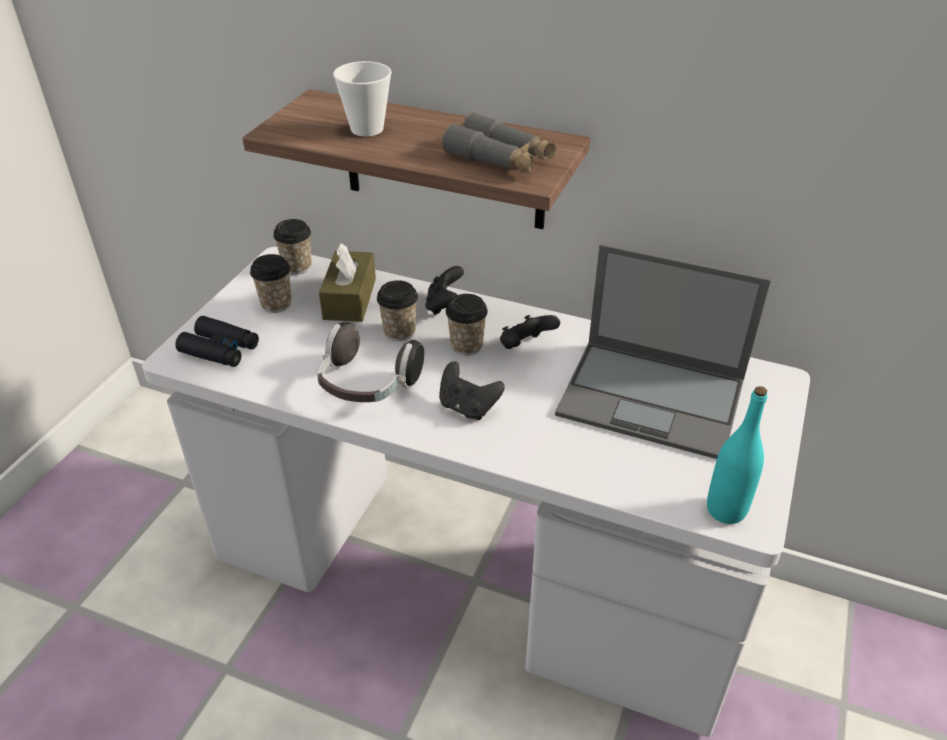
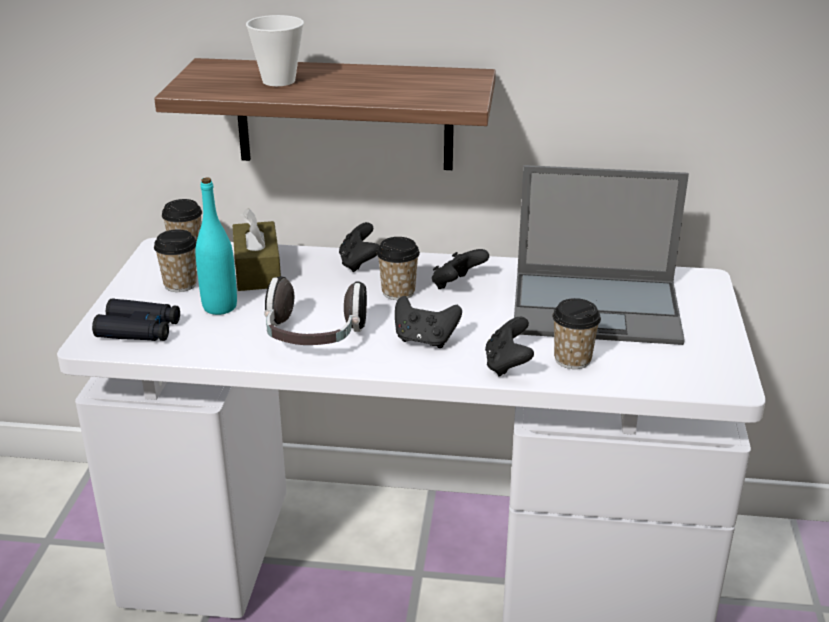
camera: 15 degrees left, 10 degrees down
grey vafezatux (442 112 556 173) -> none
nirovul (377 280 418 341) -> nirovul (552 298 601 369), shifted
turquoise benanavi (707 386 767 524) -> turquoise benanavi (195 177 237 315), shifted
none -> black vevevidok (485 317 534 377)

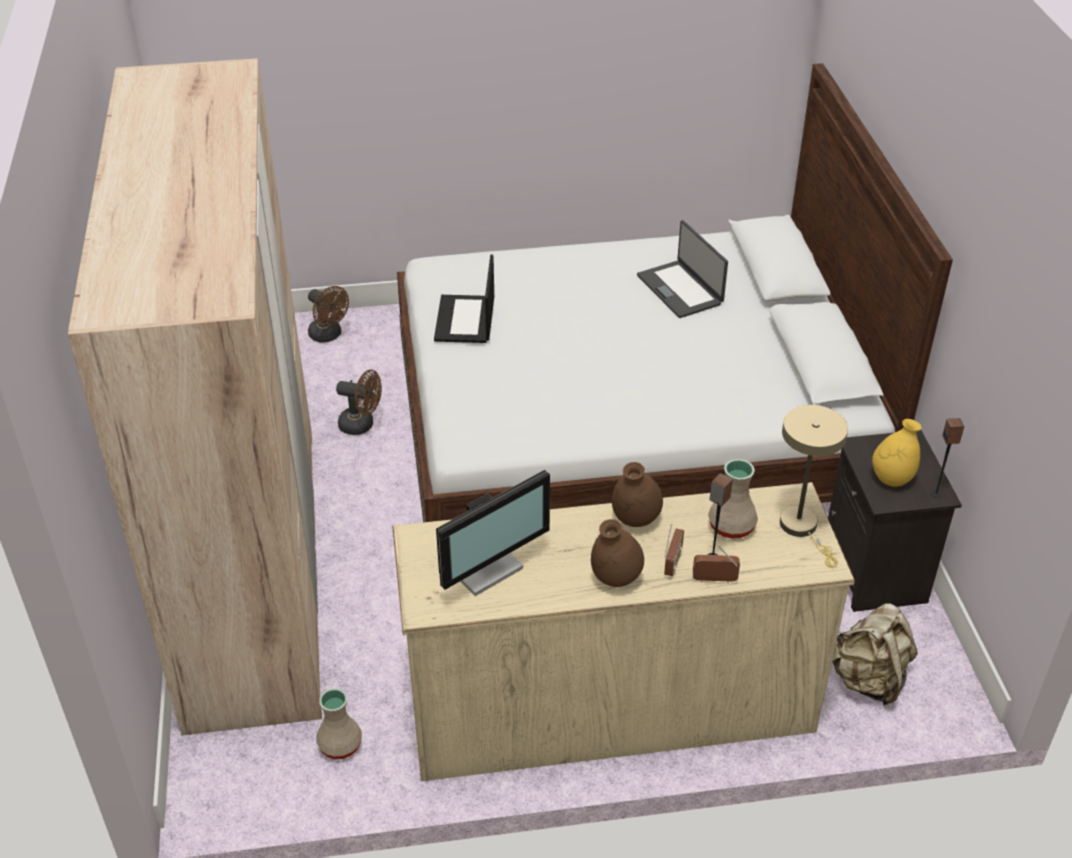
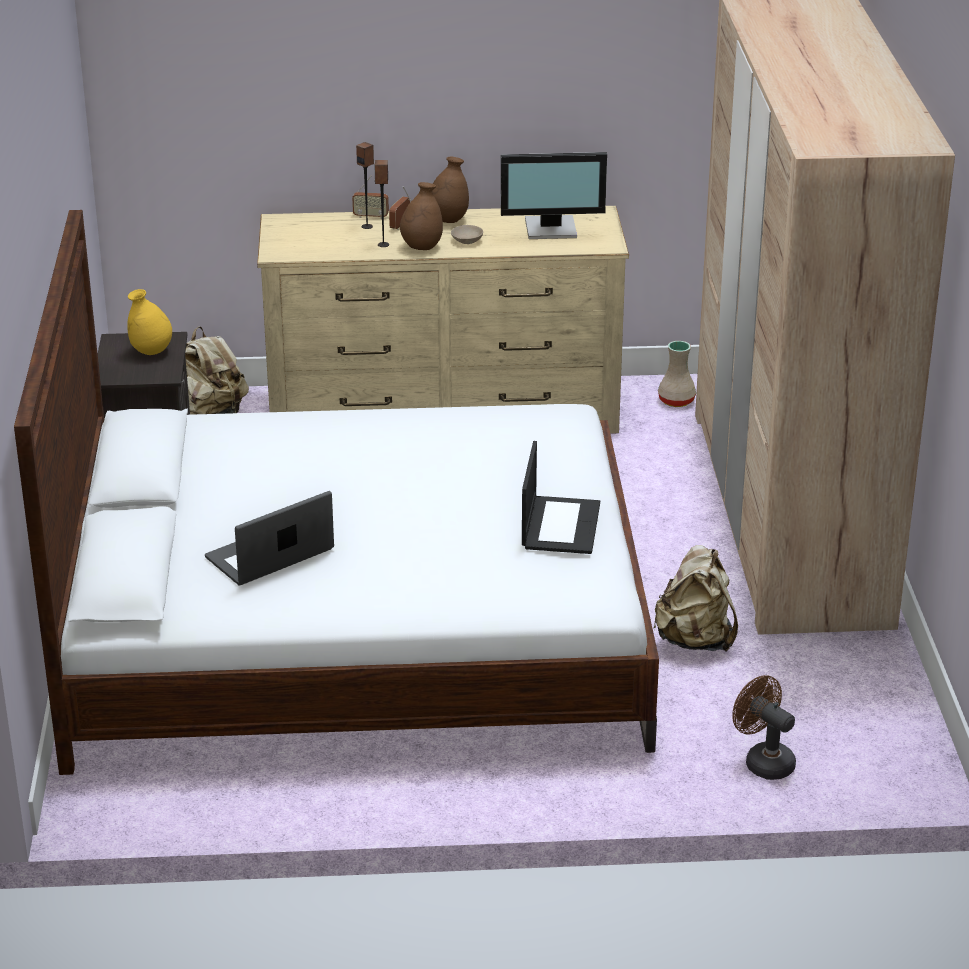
camera: 175 degrees left, 10 degrees down
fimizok (637 220 728 318) -> fimizok (205 491 334 586), 105 degrees counterclockwise
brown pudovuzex (336 370 382 435) -> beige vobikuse (653 545 738 651)
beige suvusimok (780 405 848 568) -> none
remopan (930 418 965 498) -> remopan (374 160 389 247), shifted
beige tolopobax (708 459 758 539) -> none
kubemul (436 470 550 596) -> kubemul (501 152 607 239), 150 degrees counterclockwise
none -> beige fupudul (451 225 483 244)

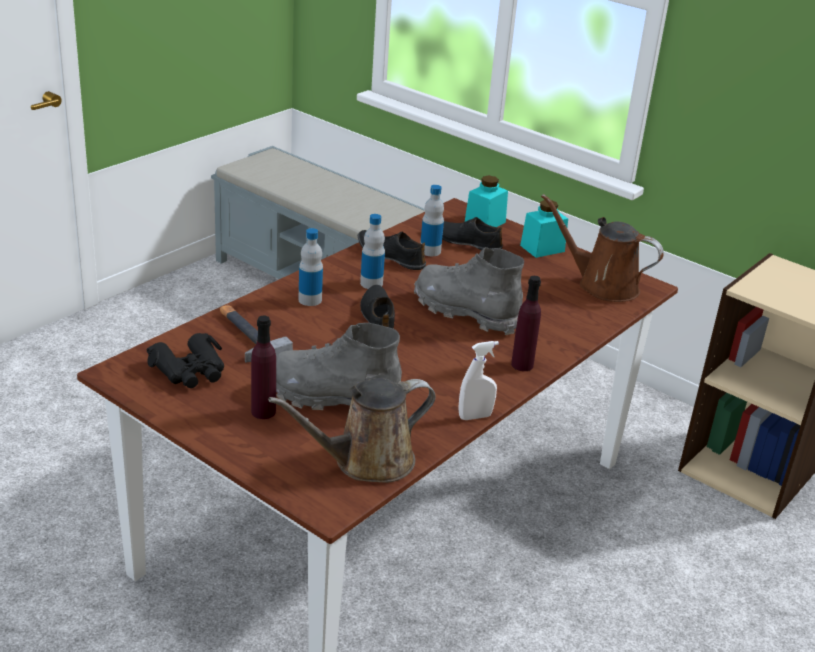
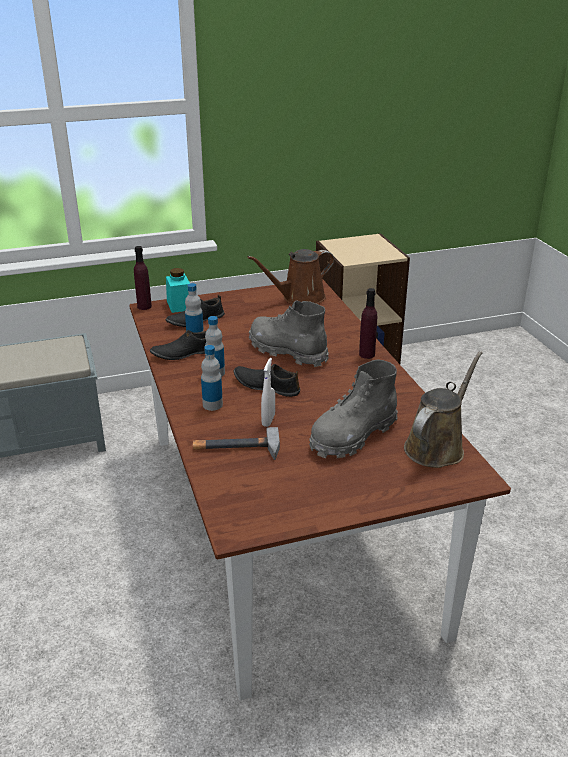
camera: 55 degrees left, 0 degrees up
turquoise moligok (520 200 568 258) -> none
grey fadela (414 247 524 335) -> grey fadela (249 300 329 367), 60 degrees clockwise
purple benanavi (251 316 276 419) -> purple benanavi (134 246 152 310), shifted
black vafezatux (147 333 224 388) -> none
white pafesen (458 341 499 420) -> white pafesen (261 358 275 427), shifted
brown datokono (268 378 436 483) -> brown datokono (404 351 482 468), 150 degrees counterclockwise

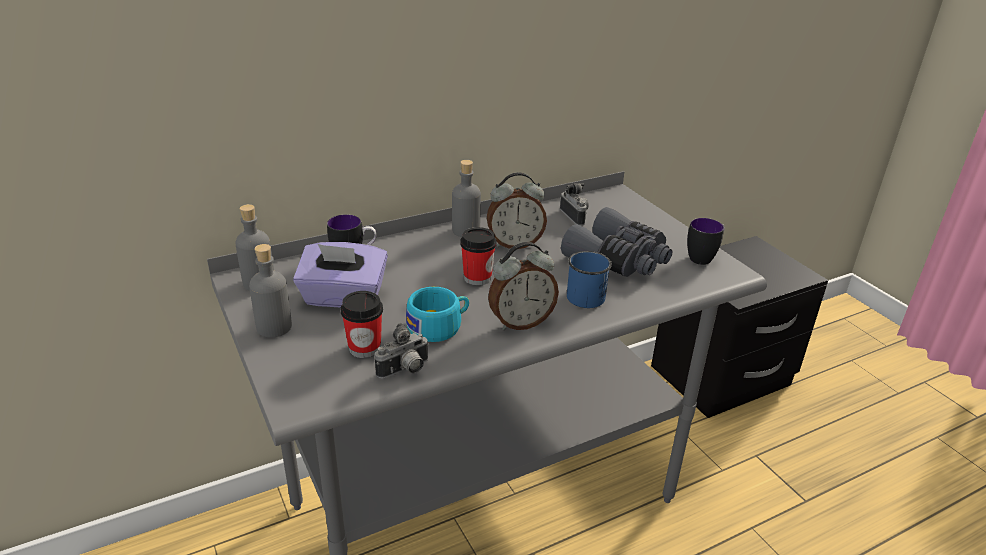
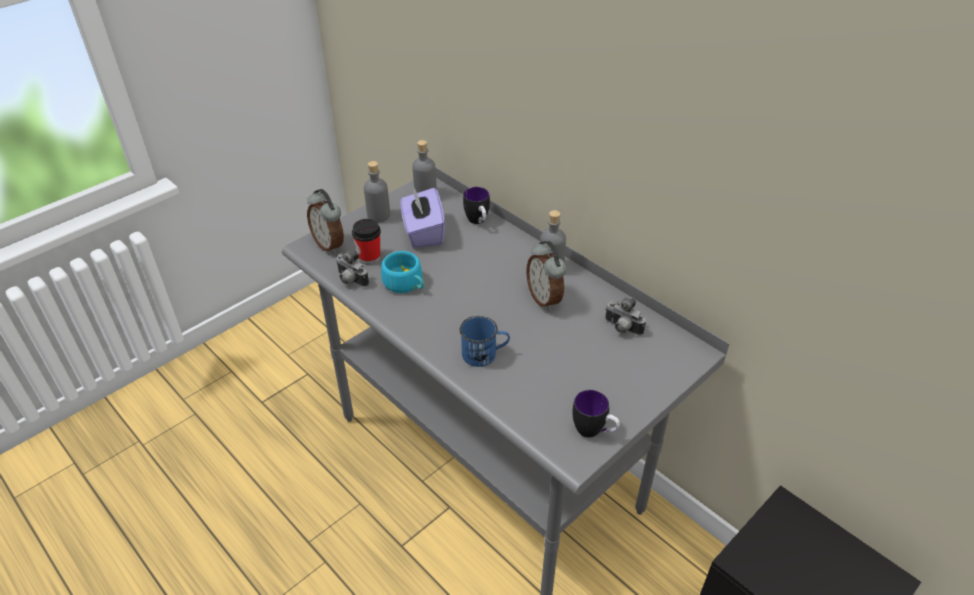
camera: 75 degrees right, 10 degrees up
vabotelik (560 183 589 226) -> vabotelik (605 298 646 336), 75 degrees clockwise
grey vafezatux (561 207 673 277) -> none
nirovul (460 227 497 286) -> none
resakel (488 242 559 330) -> resakel (307 189 344 254), shifted

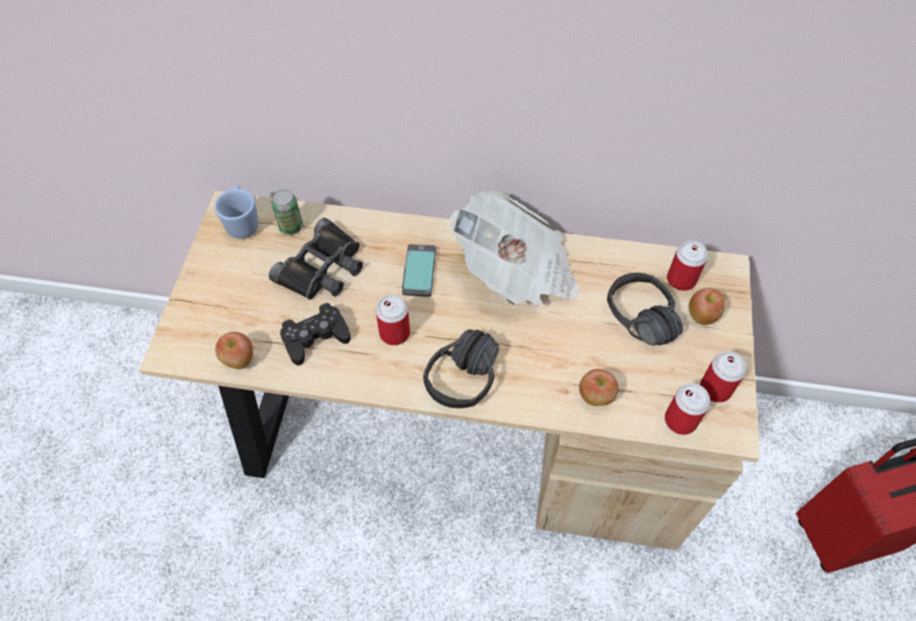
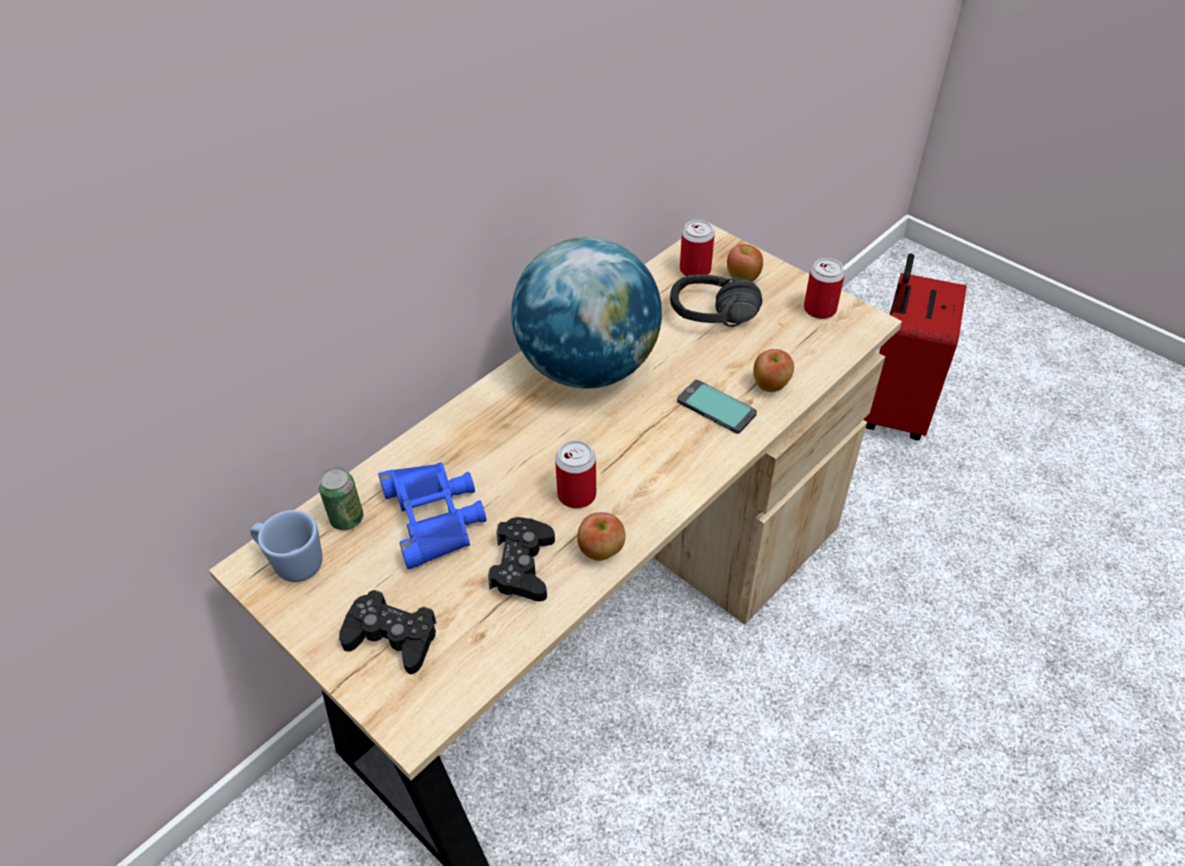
camera: 55 degrees left, 10 degrees down
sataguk (450 191 580 306) -> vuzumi (511 237 662 389)
black vafezatux (269 218 363 300) -> blue vafezatux (378 462 486 569)
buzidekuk (402 244 436 297) -> buzidekuk (677 380 757 434), shifted
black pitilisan (423 329 499 408) -> none
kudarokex (215 332 253 369) -> kudarokex (577 512 625 561), shifted
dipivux (665 383 710 435) -> none
none -> black vevevidok (339 590 437 674)

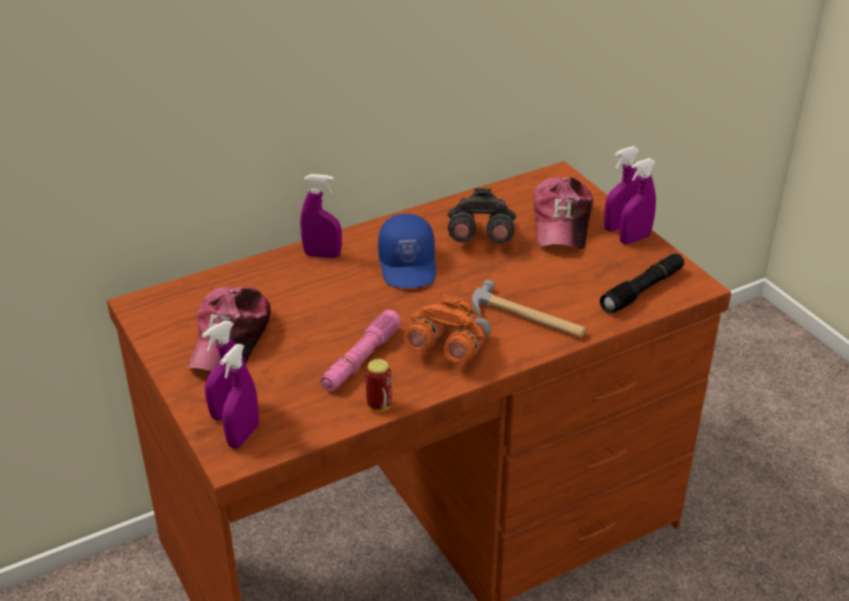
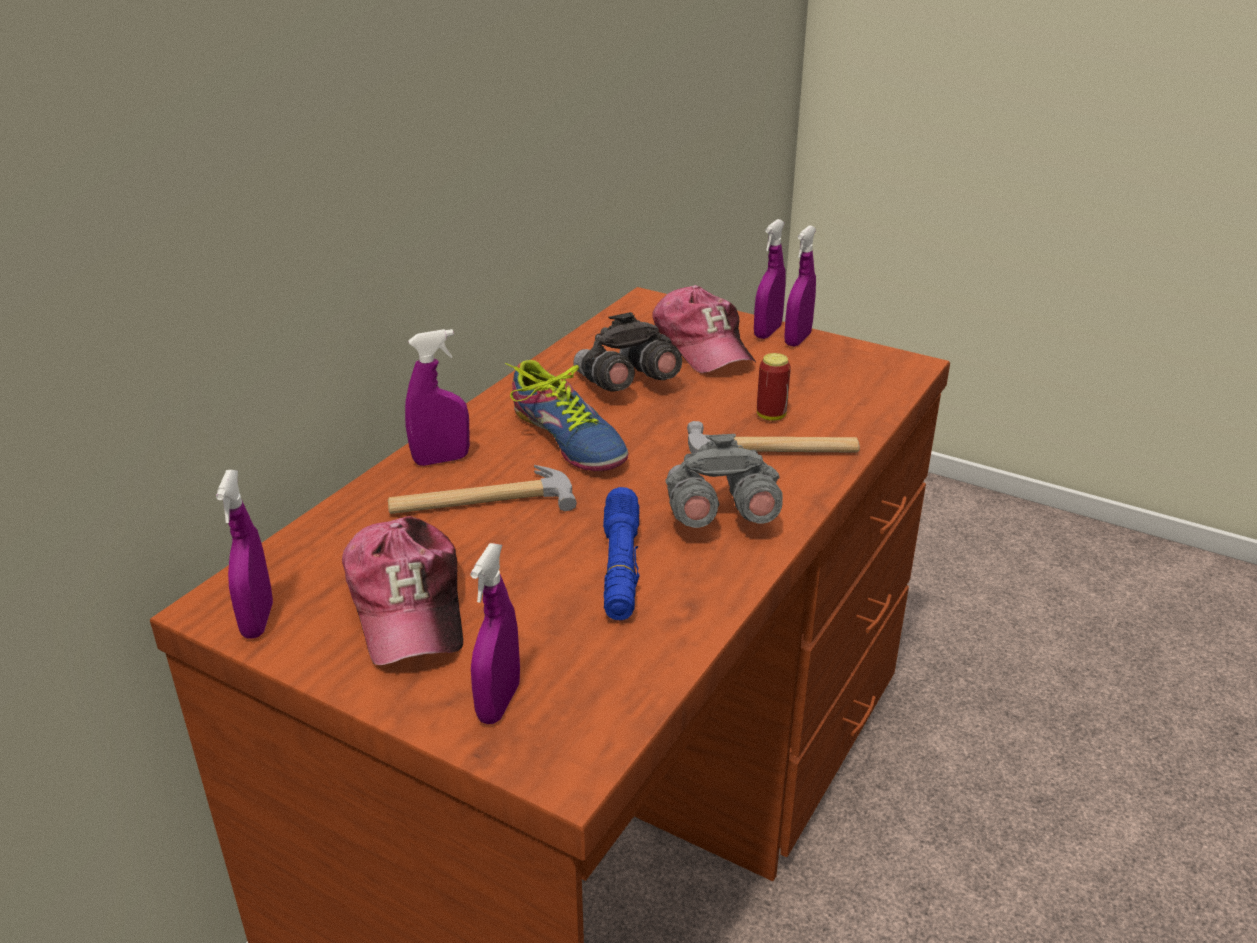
camera: 30 degrees left, 5 degrees down
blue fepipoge (378 214 436 288) -> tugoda (505 360 628 471)
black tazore (600 253 684 314) -> none
orange vafezatux (404 294 491 364) -> grey vafezatux (666 434 783 528)
pink tazore (320 310 401 391) -> blue tazore (603 487 640 620)
purple pafesen (220 344 259 448) -> purple pafesen (216 470 273 639), shifted
dipivux (365 359 392 412) -> dipivux (757 353 791 421), shifted
none -> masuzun (388 465 577 514)

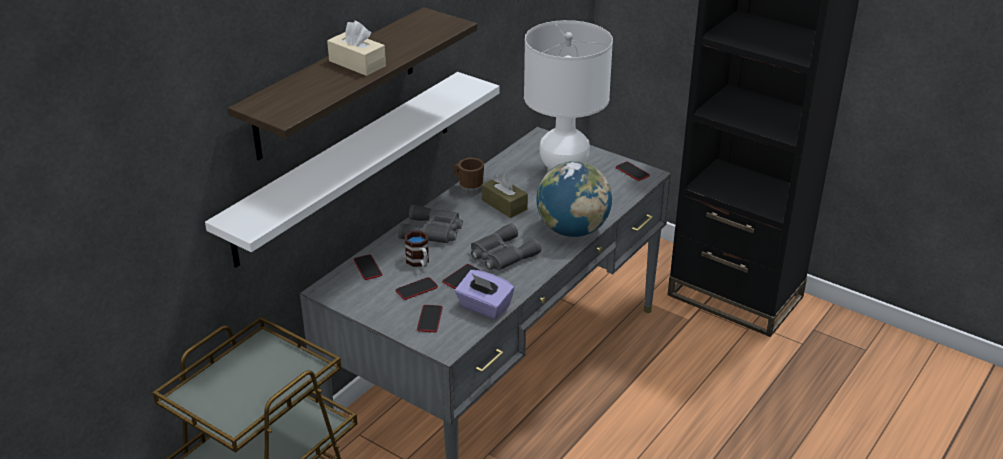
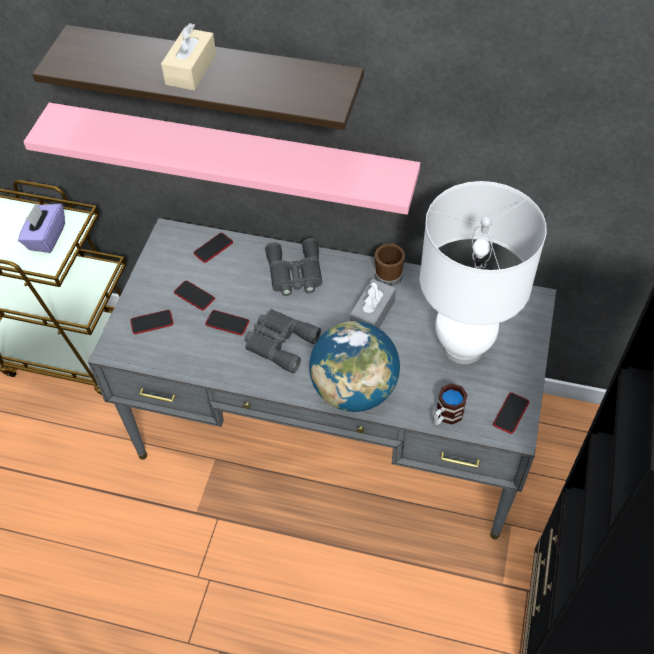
camera: 70 degrees right, 20 degrees up
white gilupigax (205 72 499 268) -> pink gilupigax (23 103 420 215)
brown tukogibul (482 173 528 218) -> grey tukogibul (350 279 396 328)
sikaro (405 231 429 267) -> sikaro (434 383 468 426), shifted
purple tukogibul (455 270 514 319) -> purple tukogibul (18 203 65 253), shifted

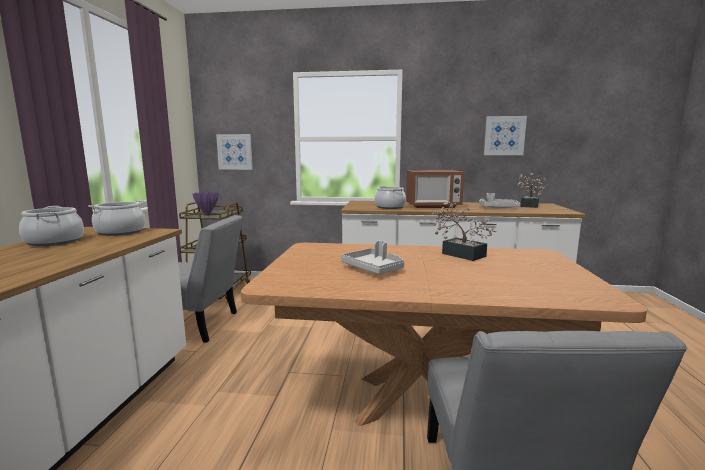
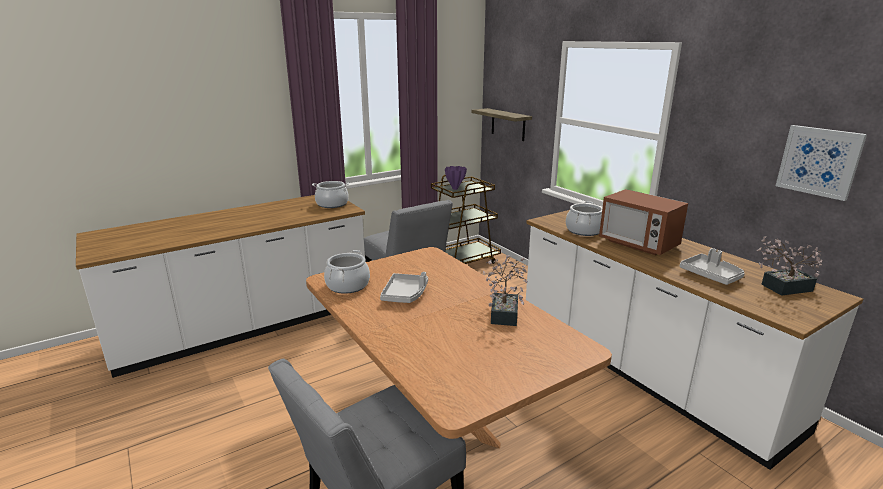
camera: 50 degrees right, 10 degrees up
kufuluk (216 134 253 170) -> gilupigax (471 108 532 141)
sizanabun (19 206 84 246) -> sizanabun (324 250 370 294), shifted

